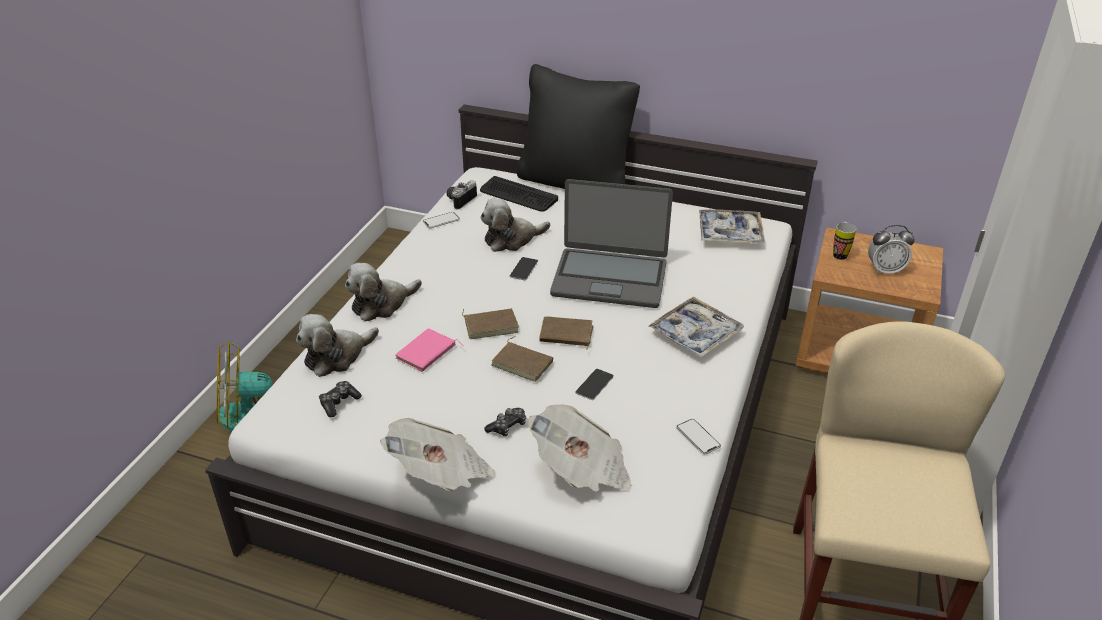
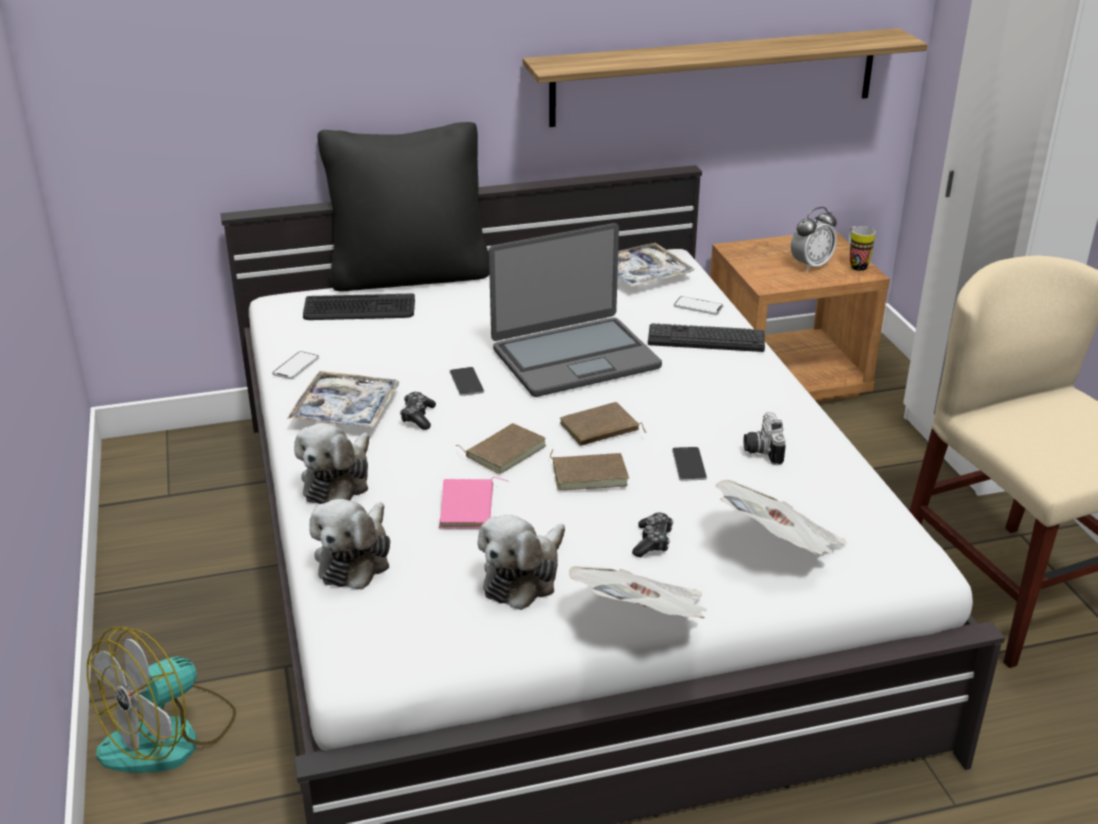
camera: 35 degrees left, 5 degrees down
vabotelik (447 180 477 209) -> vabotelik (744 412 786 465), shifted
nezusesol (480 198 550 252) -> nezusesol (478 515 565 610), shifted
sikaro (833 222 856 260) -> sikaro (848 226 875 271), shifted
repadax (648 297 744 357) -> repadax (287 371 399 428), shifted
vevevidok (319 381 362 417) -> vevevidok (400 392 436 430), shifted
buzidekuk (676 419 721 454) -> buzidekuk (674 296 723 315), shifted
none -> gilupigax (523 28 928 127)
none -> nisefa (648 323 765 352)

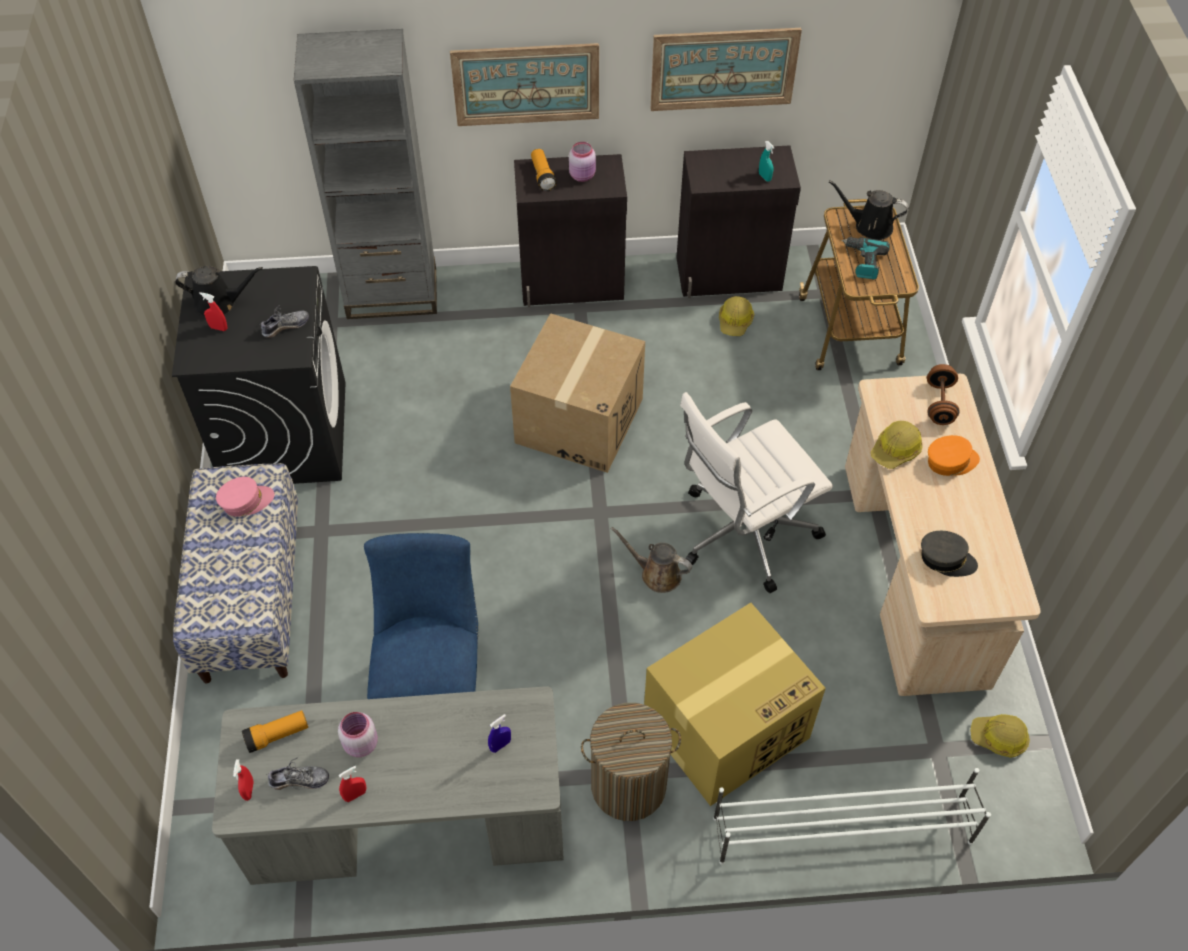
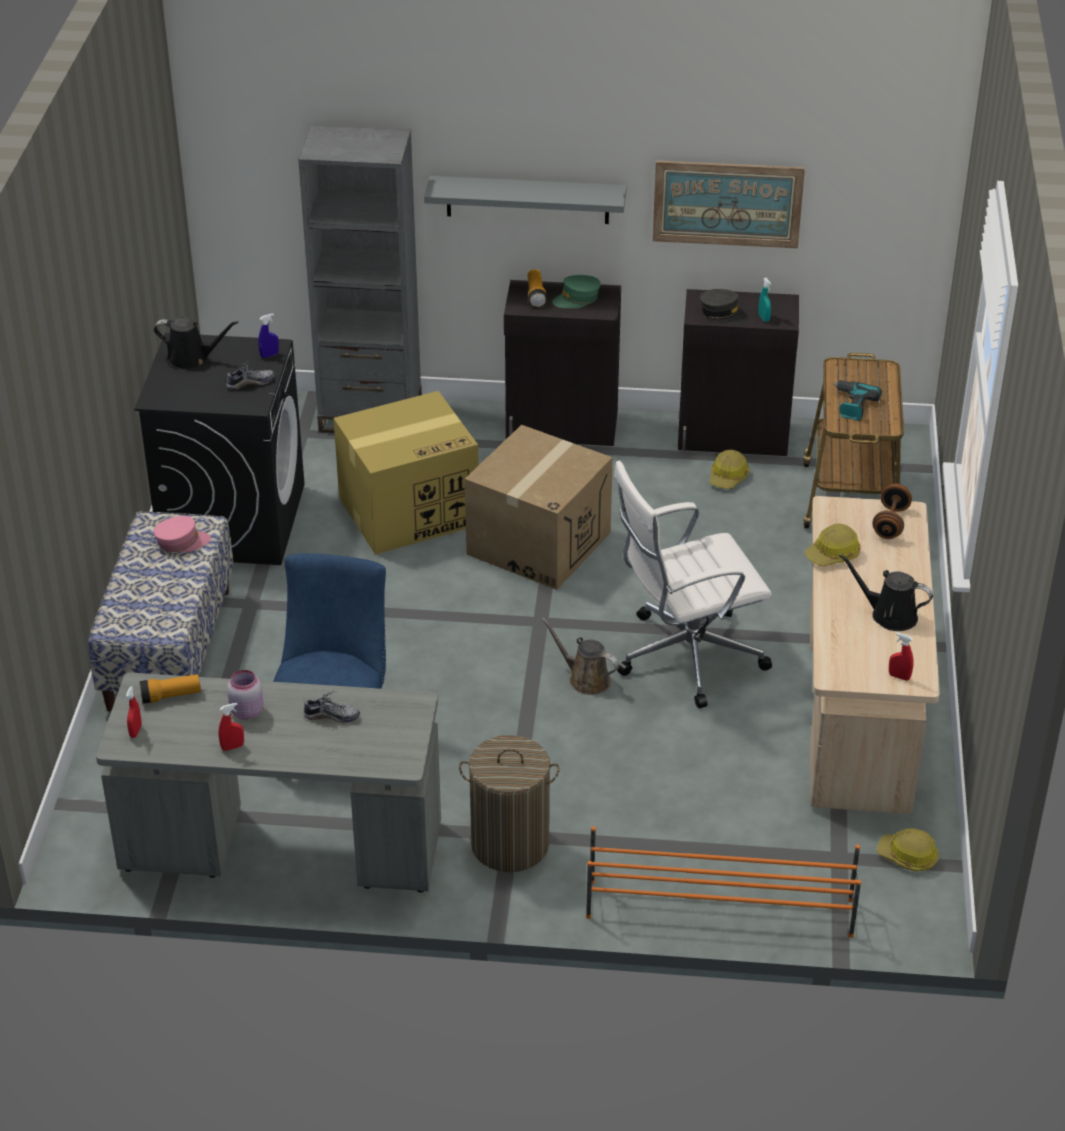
camera: 10 degrees right, 15 degrees down
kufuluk (450 43 599 126) -> grey gilupigax (424 176 627 224)
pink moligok (569 142 596 182) -> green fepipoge (552 275 601 308)
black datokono (829 180 909 240) -> black datokono (839 553 933 631), shifted
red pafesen (199 292 228 331) -> red pafesen (889 633 914 681), shifted
orange fepipoge (928 435 980 476) -> none
grey fepipoge (921 531 978 577) -> grey fepipoge (700 289 748 324), shifted
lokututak (644 603 826 806) -> lokututak (334 391 478 554), shifted
blue pafesen (488 714 511 753) -> blue pafesen (258 314 279 358), shifted
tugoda (266 757 329 790) -> tugoda (303 691 360 723), shifted
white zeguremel (713 768 991 865) -> orange zeguremel (586 826 861 938)

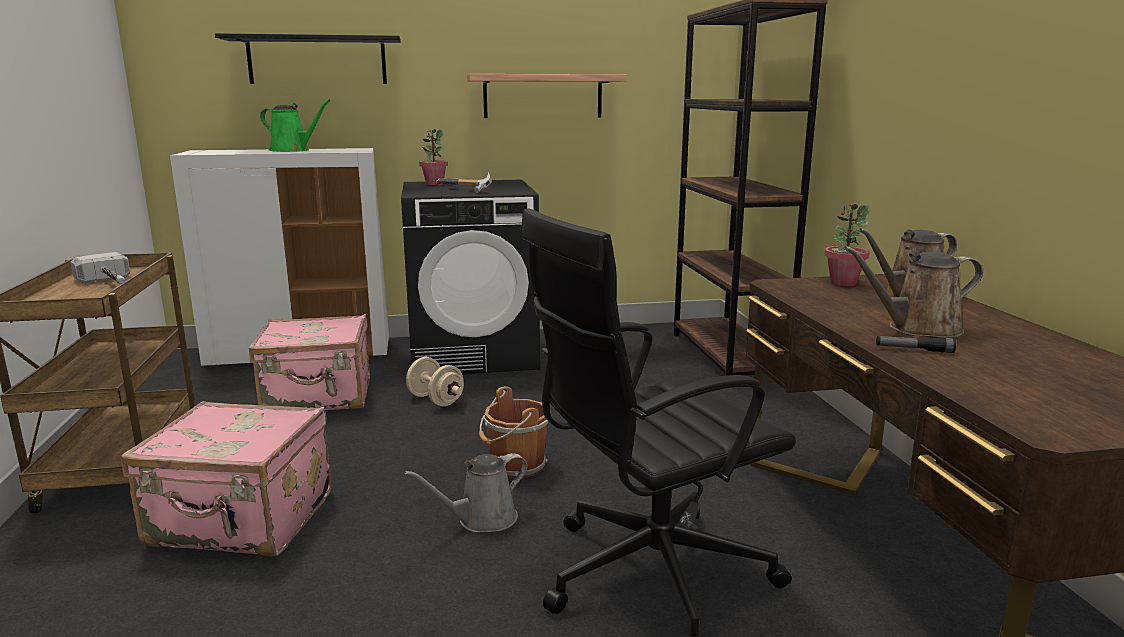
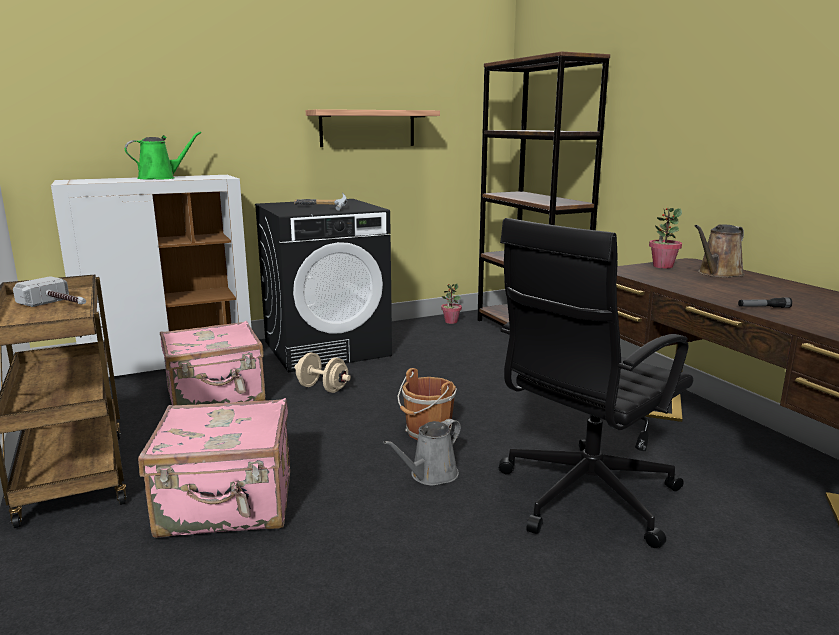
camera: 15 degrees left, 0 degrees up
black gilupigax (215 33 401 84) -> none
green datokono (260 100 330 152) -> green datokono (125 131 201 179), 45 degrees counterclockwise
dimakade (419 129 448 185) -> dimakade (441 284 462 324), shifted
brown datokono (844 246 983 338) -> none

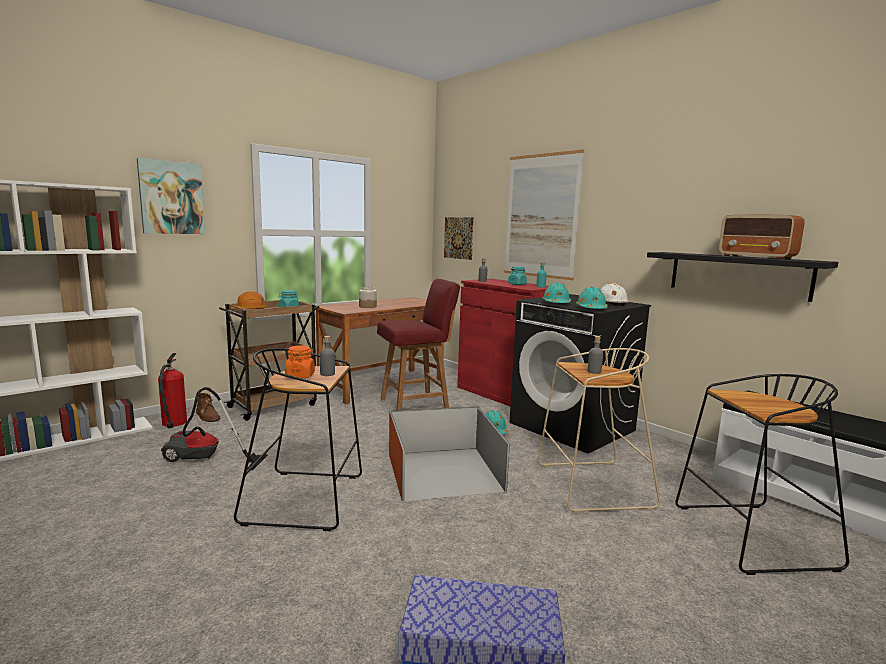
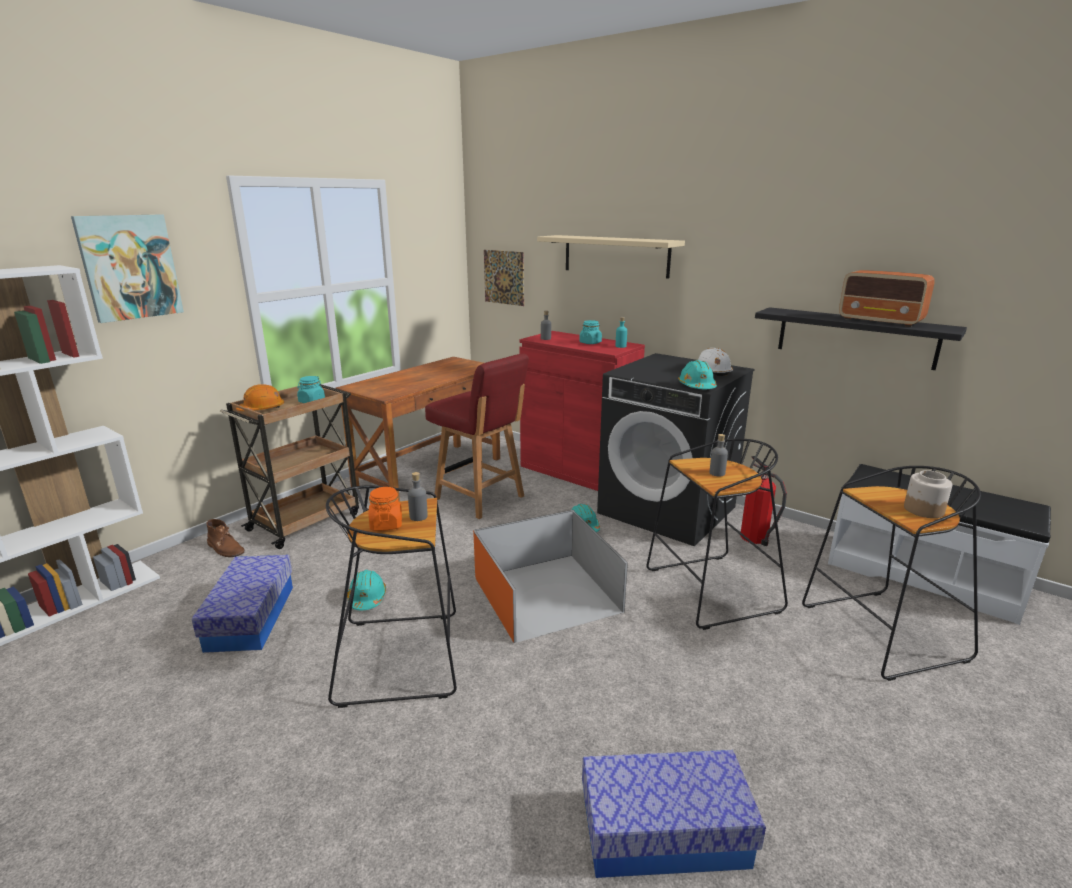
camera: 10 degrees left, 10 degrees up
kufuluk (504 149 584 280) -> beige gilupigax (537 235 685 279)
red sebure (377 279 460 411) -> red sebure (425 353 529 519), 75 degrees clockwise
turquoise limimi (542 282 571 303) -> turquoise limimi (347 570 386 610), shifted
moligok (359 287 377 308) -> moligok (904 470 952 518), shifted
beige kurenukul (538 348 660 513) -> black kurenukul (646 438 788 630)
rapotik (158 353 187 428) -> rapotik (740 456 787 546), shifted
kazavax (161 387 268 470) -> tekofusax (192 555 293 653)

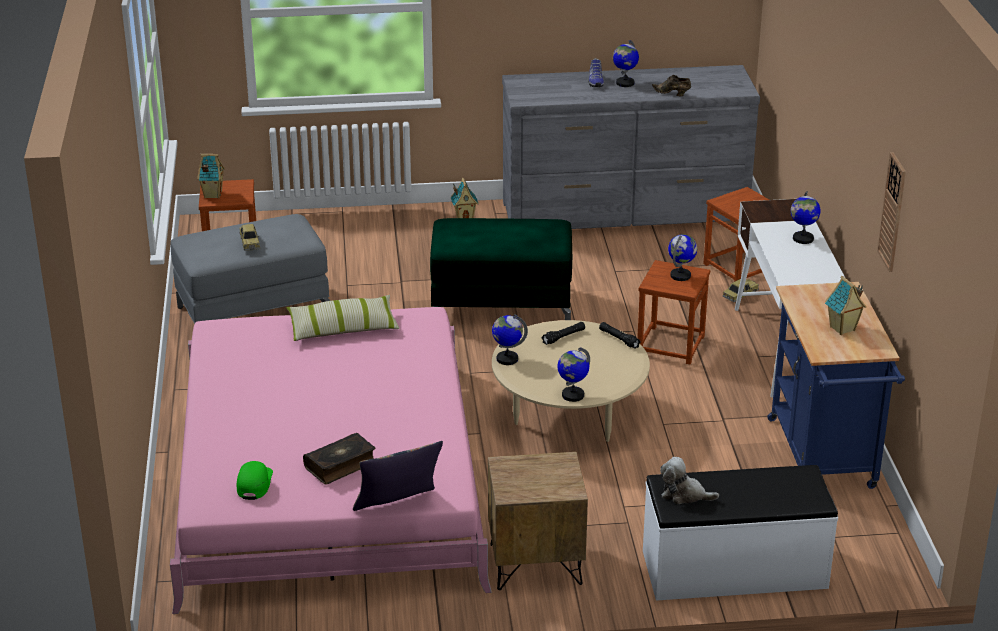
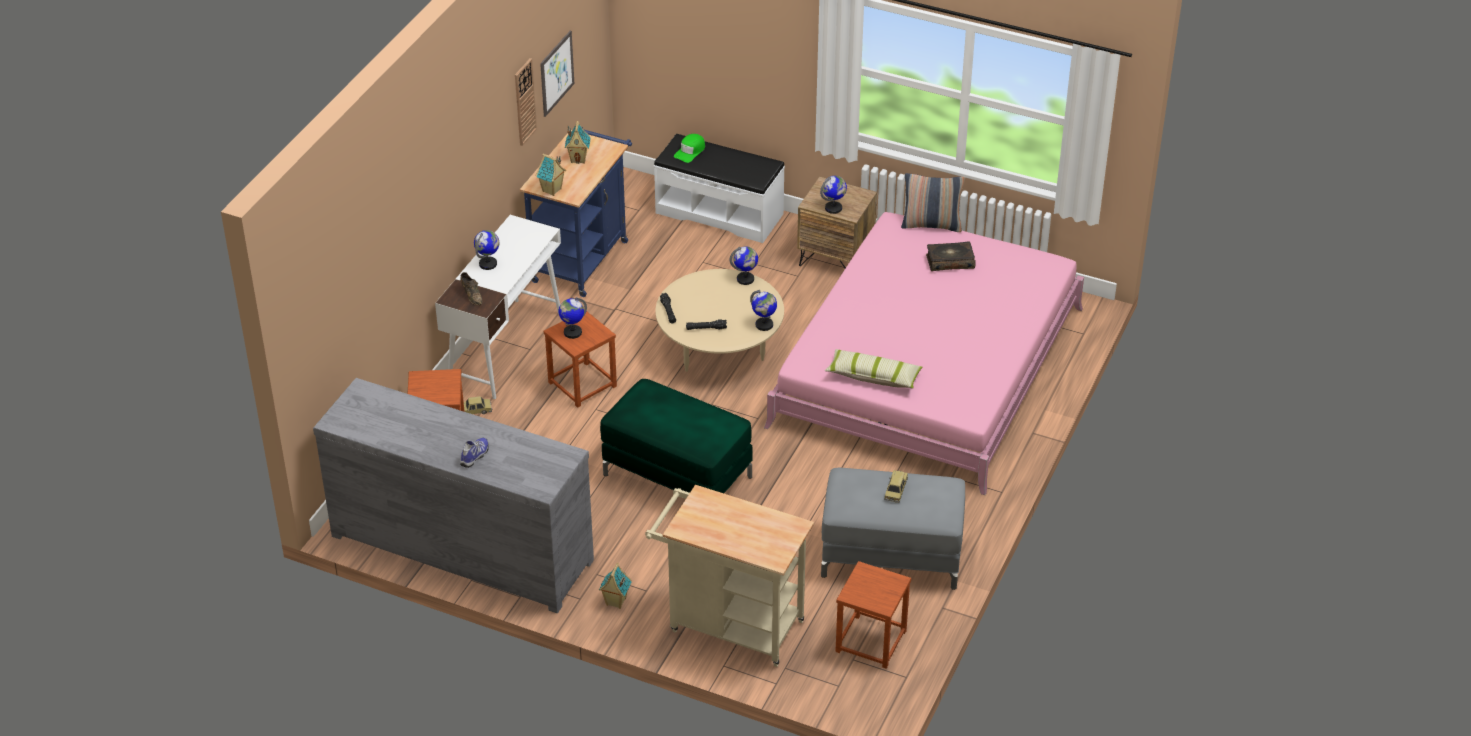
camera: 150 degrees left, 10 degrees up
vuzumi (613 40 639 87) -> vuzumi (820 176 847 214), shifted
brown tugoda (652 75 691 96) -> brown tugoda (460 272 482 306), shifted
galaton (197 154 225 198) -> galaton (536 154 566 196), shifted
nezusesol (660 457 719 504) -> none
green fepipoge (237 461 273 500) -> green fepipoge (674 134 705 163), shifted
none -> kufuluk (540 31 574 117)
none -> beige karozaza (645 485 814 667)

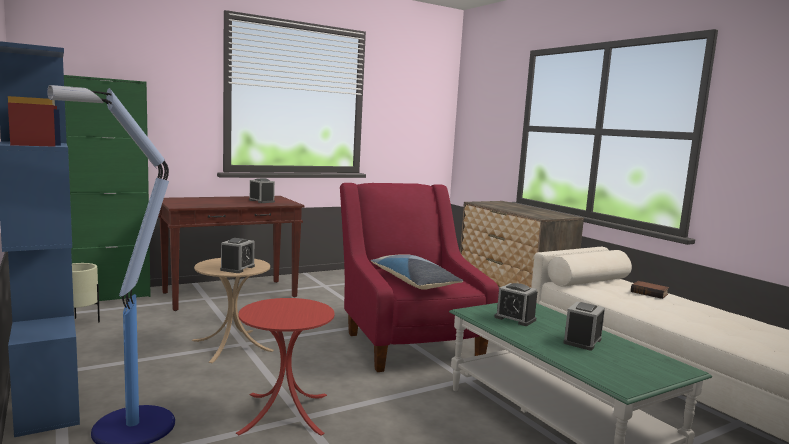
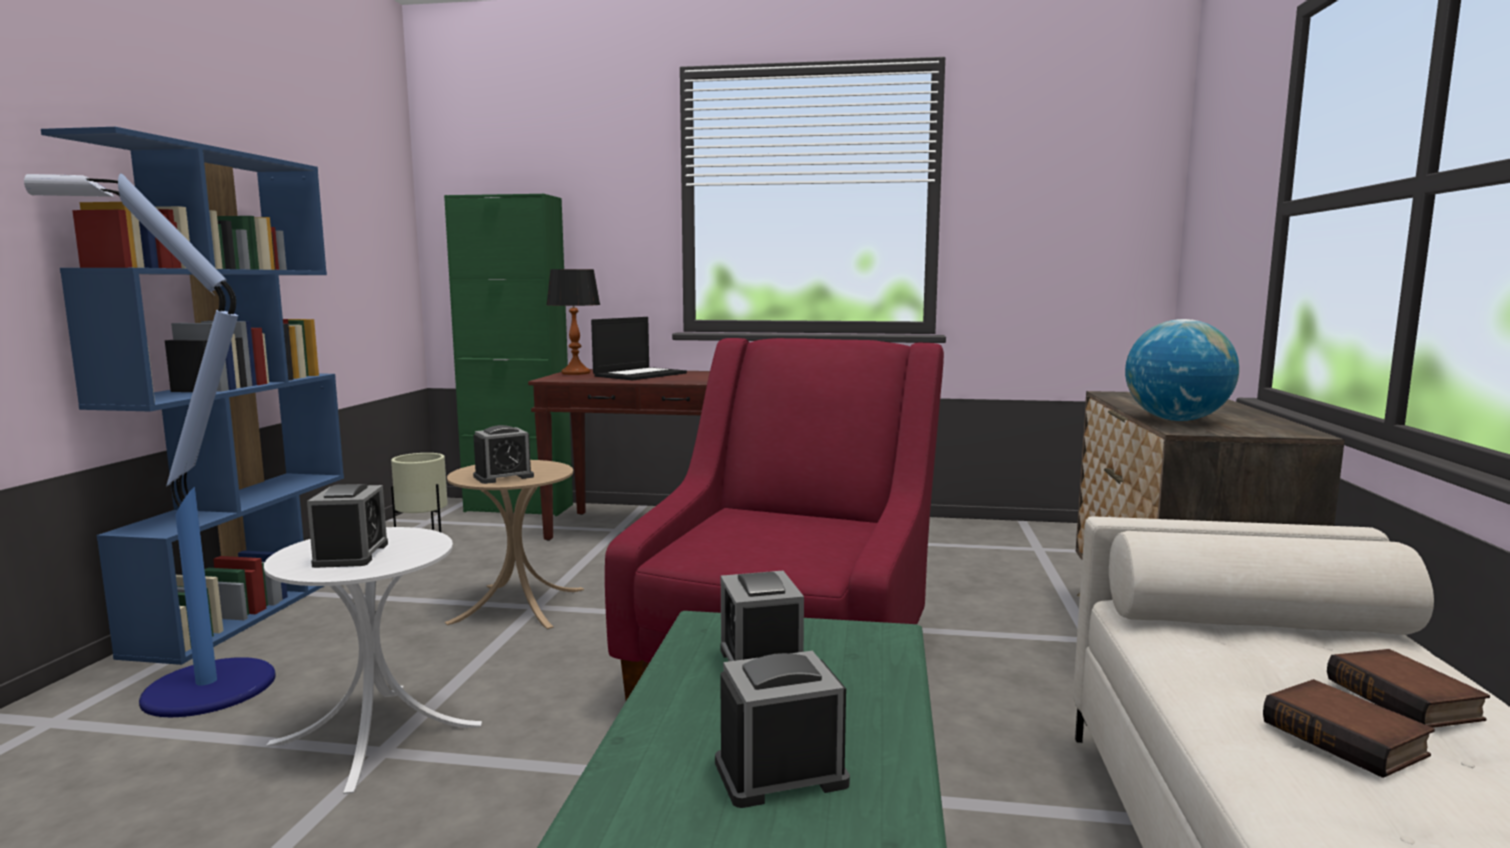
camera: 40 degrees right, 0 degrees up
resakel (249 178 275 203) -> resakel (307 484 388 568), shifted
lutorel (371 254 463 290) -> none
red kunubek (236 298 335 436) -> white kunubek (264 527 482 794)
none -> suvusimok (546 269 600 375)
none -> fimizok (591 317 687 381)
none -> vuzumi (1125 319 1239 421)
none -> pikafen (1263 679 1435 778)

